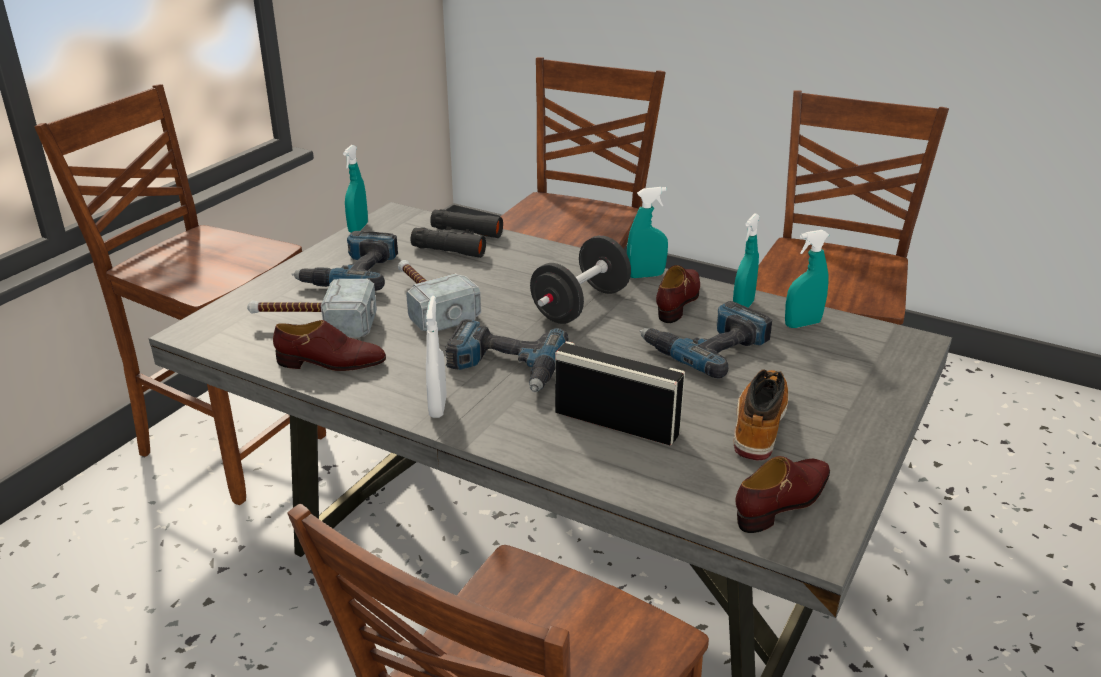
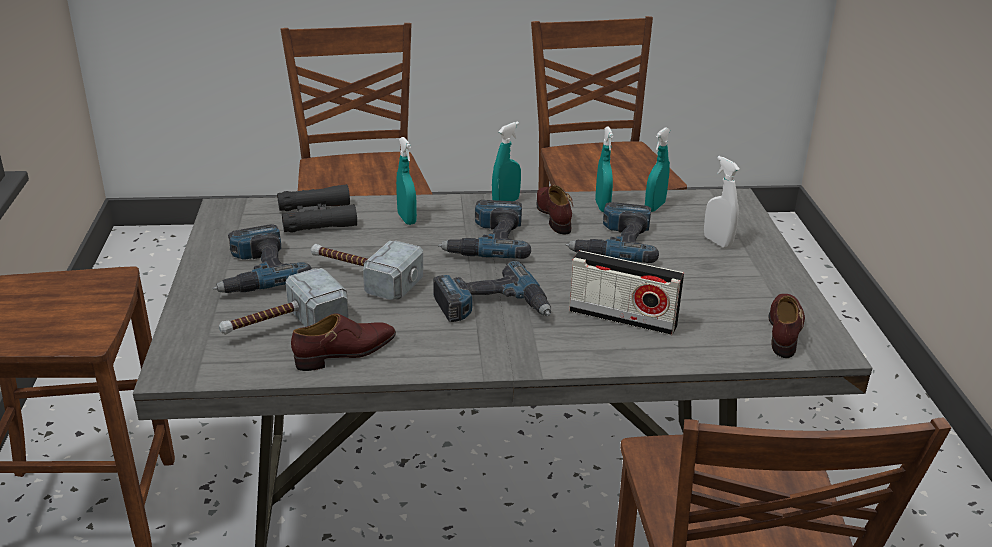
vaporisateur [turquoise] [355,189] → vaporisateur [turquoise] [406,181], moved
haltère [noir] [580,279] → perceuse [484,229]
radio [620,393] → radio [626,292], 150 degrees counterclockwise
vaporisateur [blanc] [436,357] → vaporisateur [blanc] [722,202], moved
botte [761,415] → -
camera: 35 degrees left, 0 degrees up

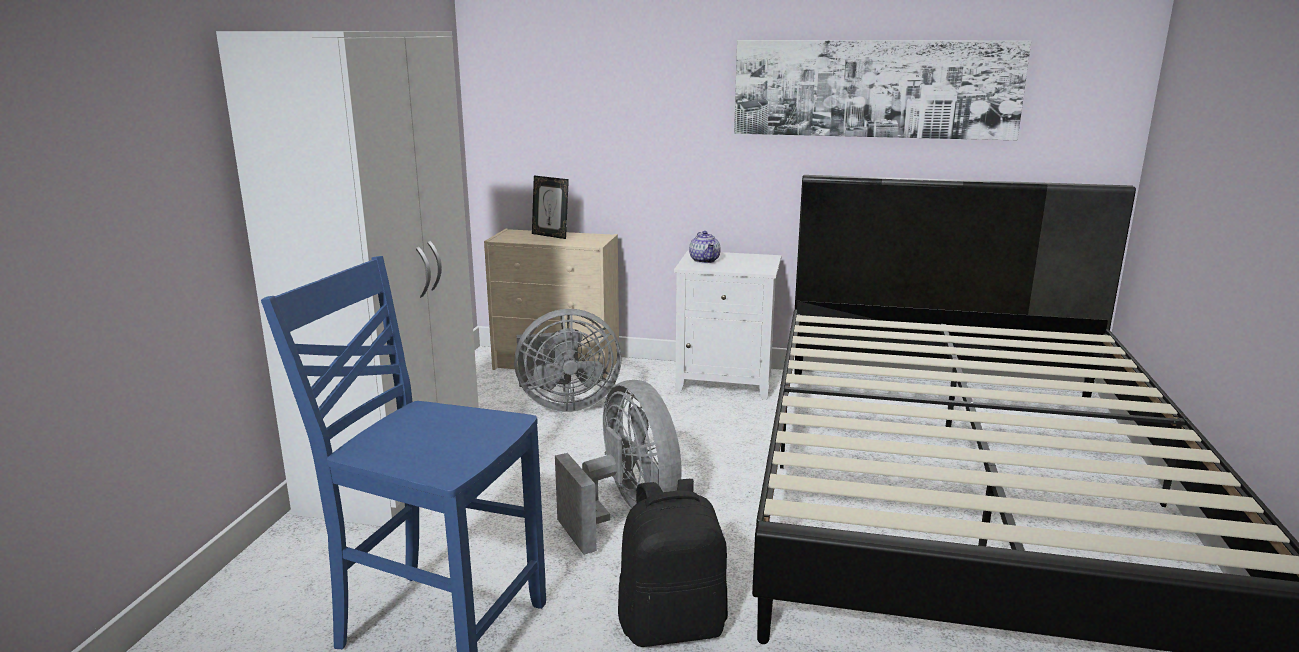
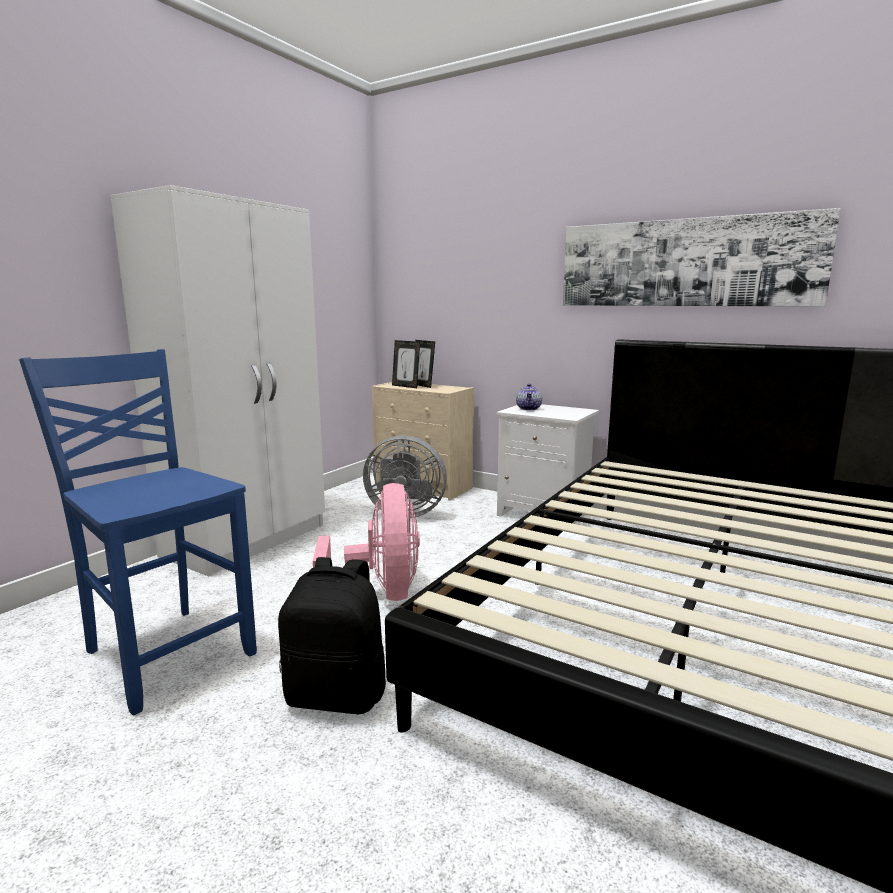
ventilateur [gris] [618,467] → ventilateur [rose] [366,542]
- → cadre photo [406,364]
camera: 20 degrees right, 5 degrees down

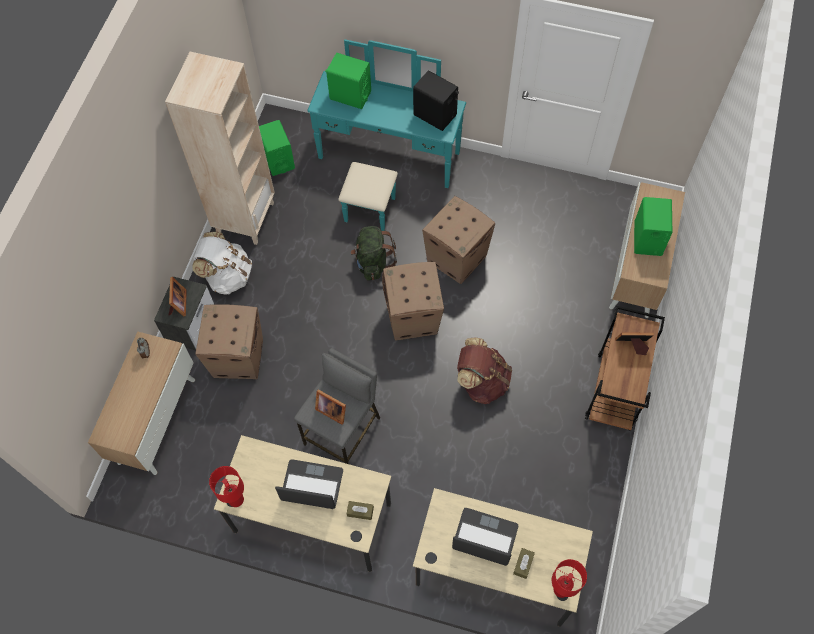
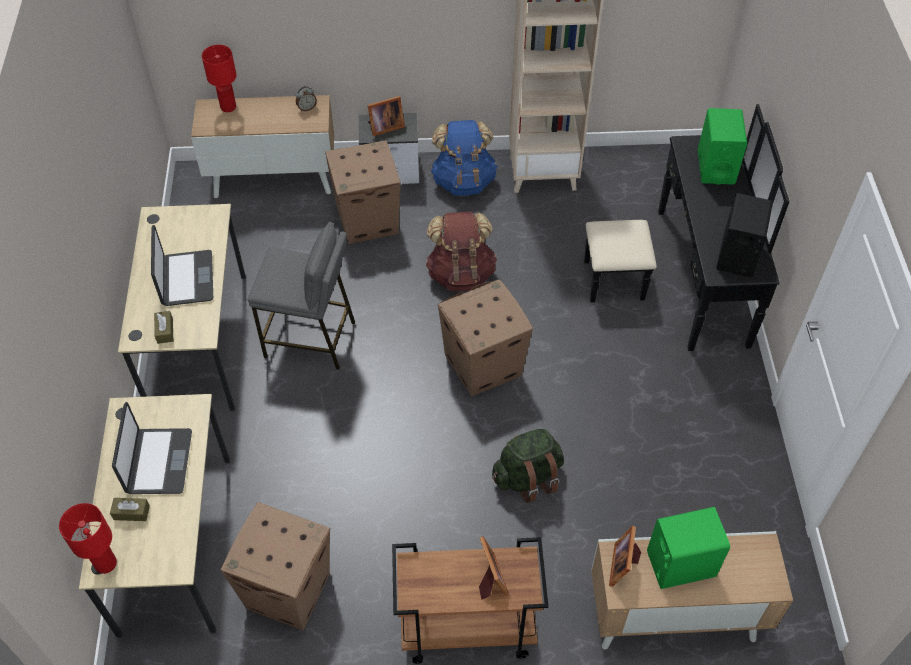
lampe de table [rouge] [226,486] → lampe de table [rouge] [219,78], moved
carton [458,240] → carton [275,566], moved
sac à dos [marron] [484,370] → sac à dos [marron] [461,251], moved
sac à dos [blanc] [222,263] → sac à dos [bleu] [464,158]
sac à dos [vert] [374,253] → sac à dos [vert] [528,466], moved
commode [turquoise] [387,135] → commode [noir] [686,227]
cadre photo [330,407] → cadre photo [625,556], moved
enceinte [vert] [277,148] → -
camera: 70 degrees right, 10 degrees down

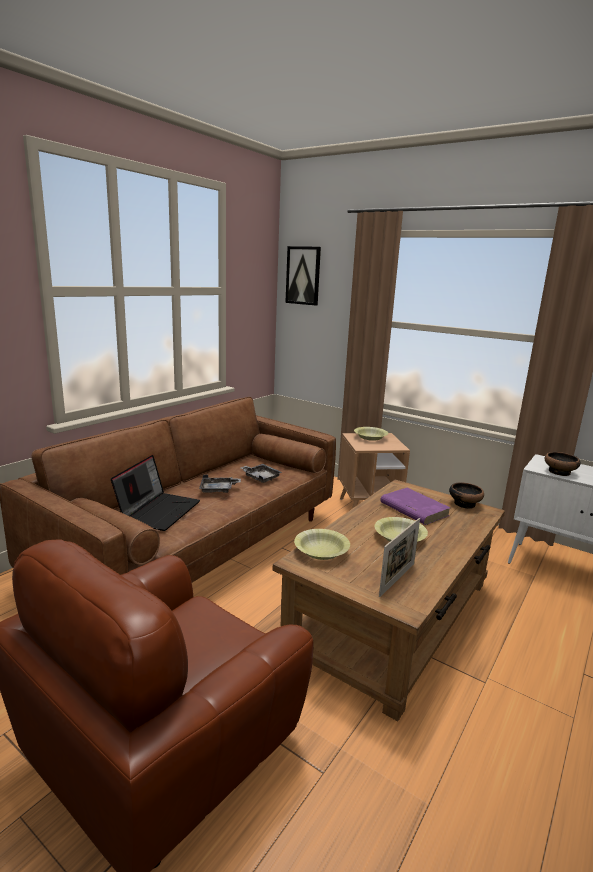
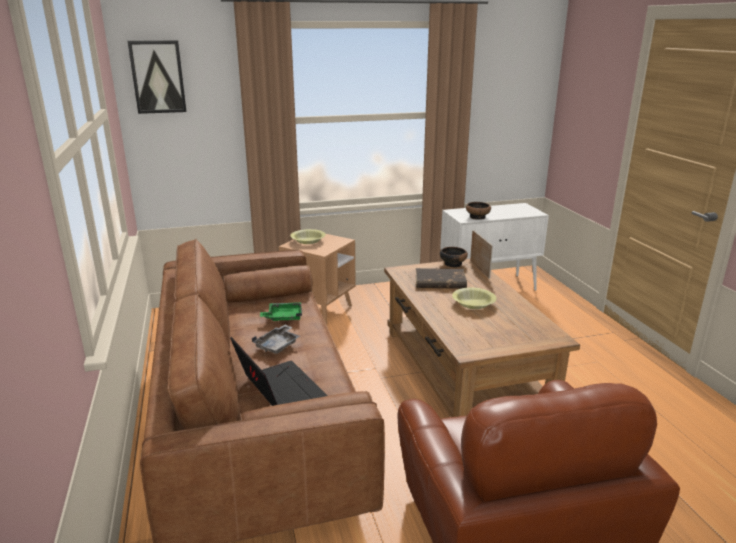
plateau [gris] [261,473] → plateau [vert] [281,311]
livre [violet] [415,506] → livre [marron] [441,278]
cadre photo [399,557] → cadre photo [481,254], moved
bol [jaune] [322,544] → -
camera: 50 degrees left, 5 degrees up

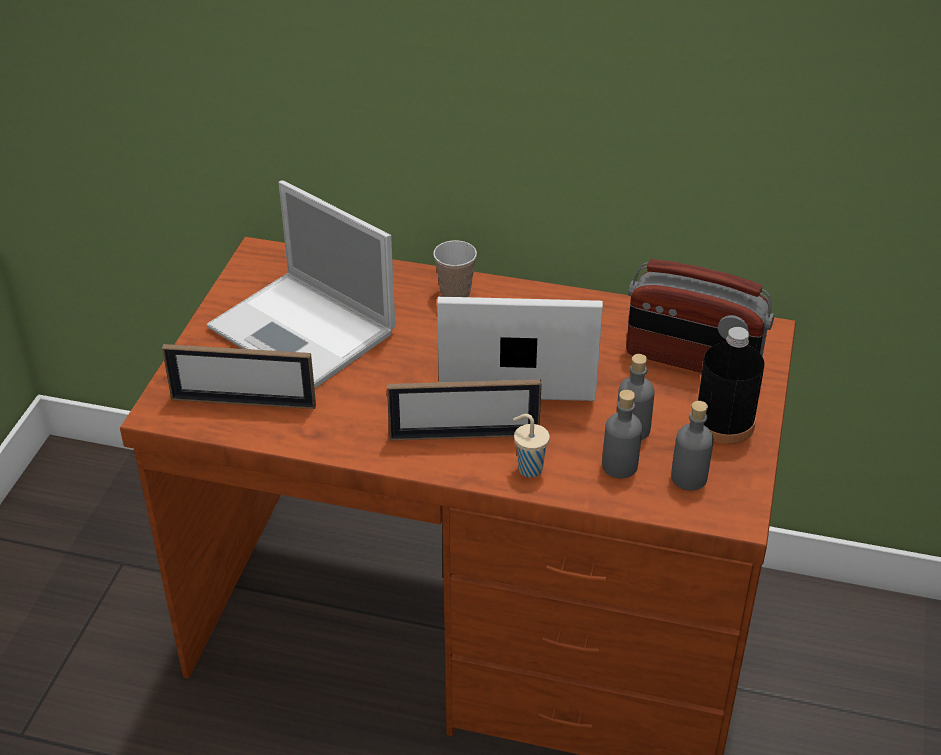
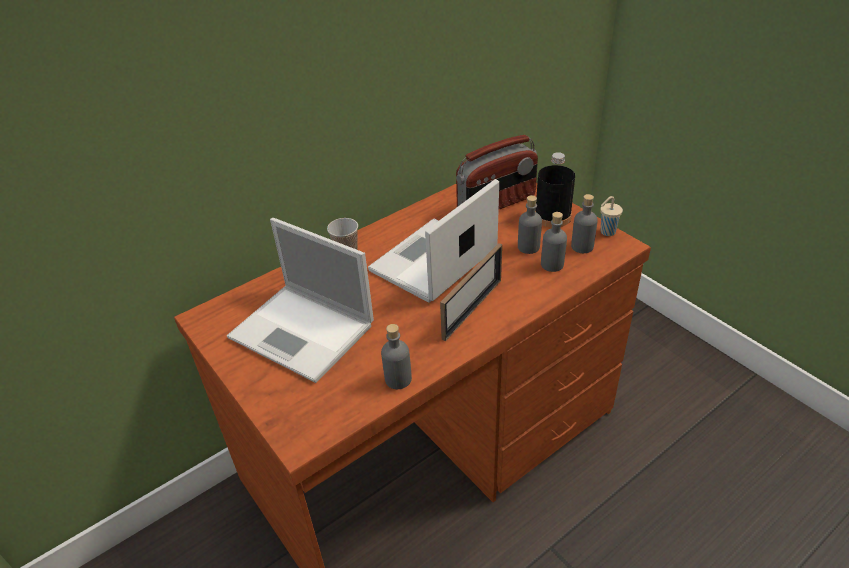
ordinateur portable [301,284] → ordinateur portable [300,300], 45 degrees clockwise
- → bouteille [gris] [396,356]
tasse [beige] [531,446] → tasse [beige] [611,216], moved
cadre photo [239,376] → -
camera: 50 degrees left, 0 degrees up

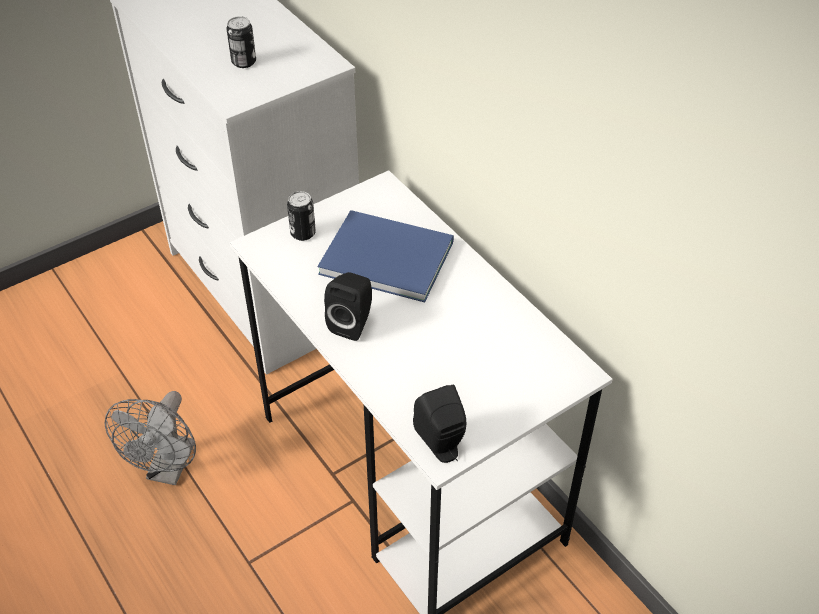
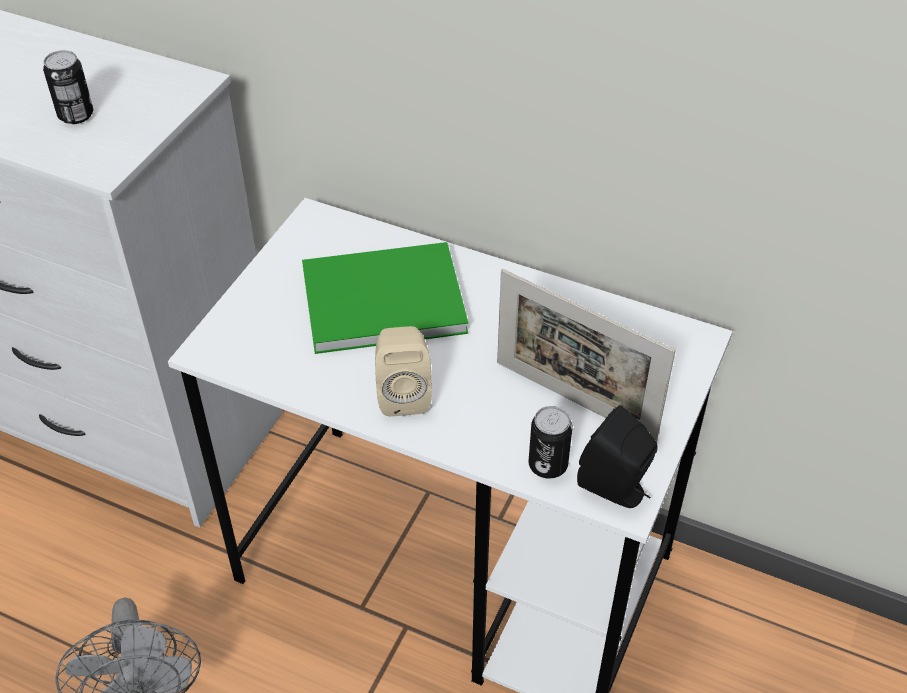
livre [bleu] [386,256] → livre [vert] [385,298]
enceinte [noir] [348,306] → enceinte [beige] [403,371]
- → cadre photo [586,355]
boîte métallique [301,216] → boîte métallique [551,442], moved
camera: 30 degrees left, 0 degrees up

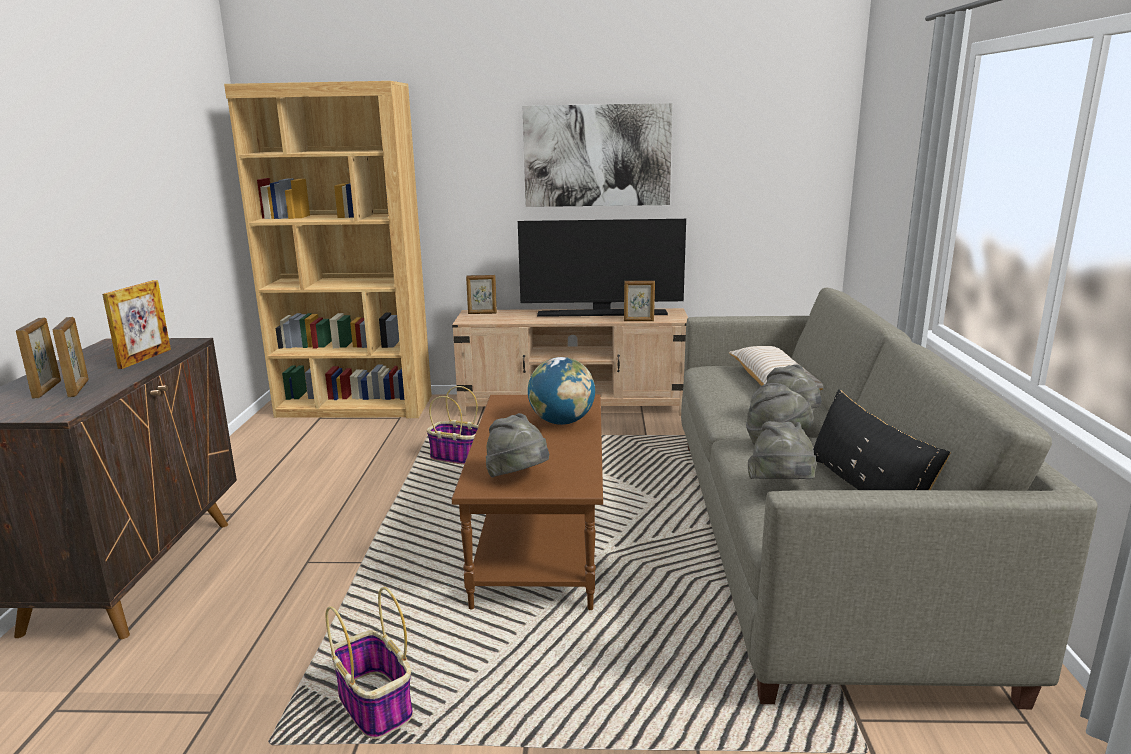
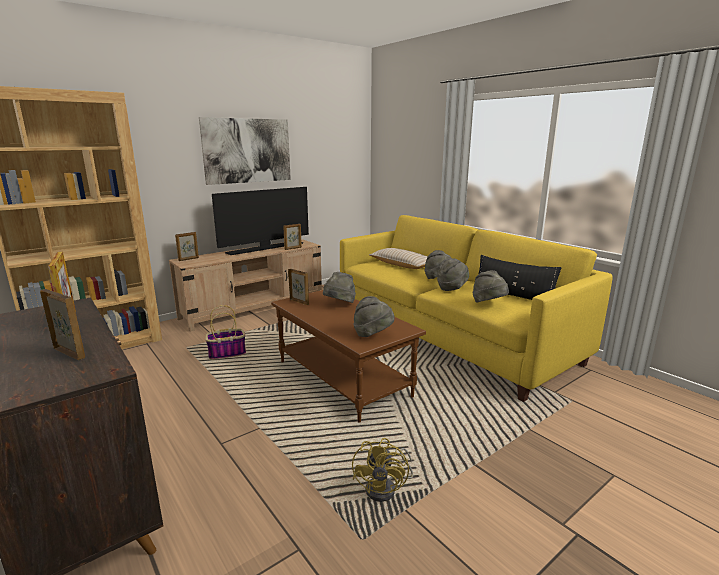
cadre photo [38,358] → cadre photo [298,287], moved
globe [561,391] → chapeau [gris] [339,287]
canapé [gris] [889,498] → canapé [jaune] [476,308]
panier [369,663] → ventilateur [jaune] [382,470]
camera: 40 degrees left, 0 degrees up

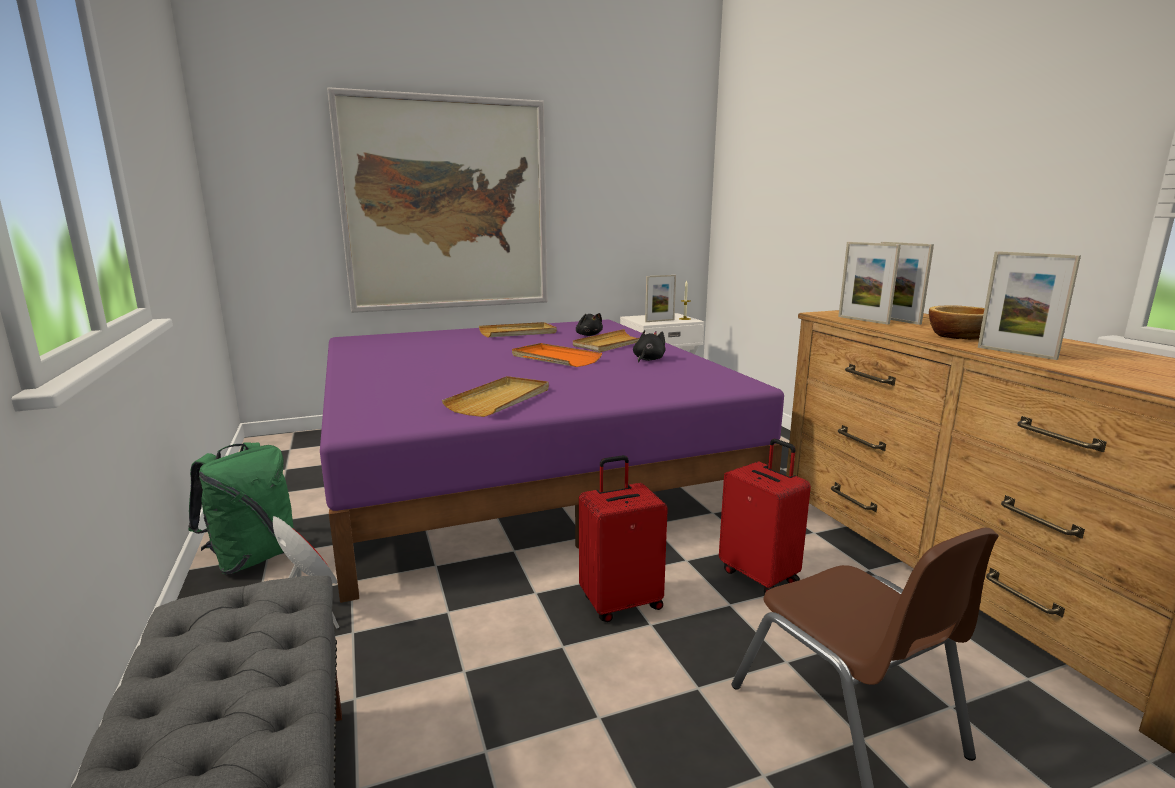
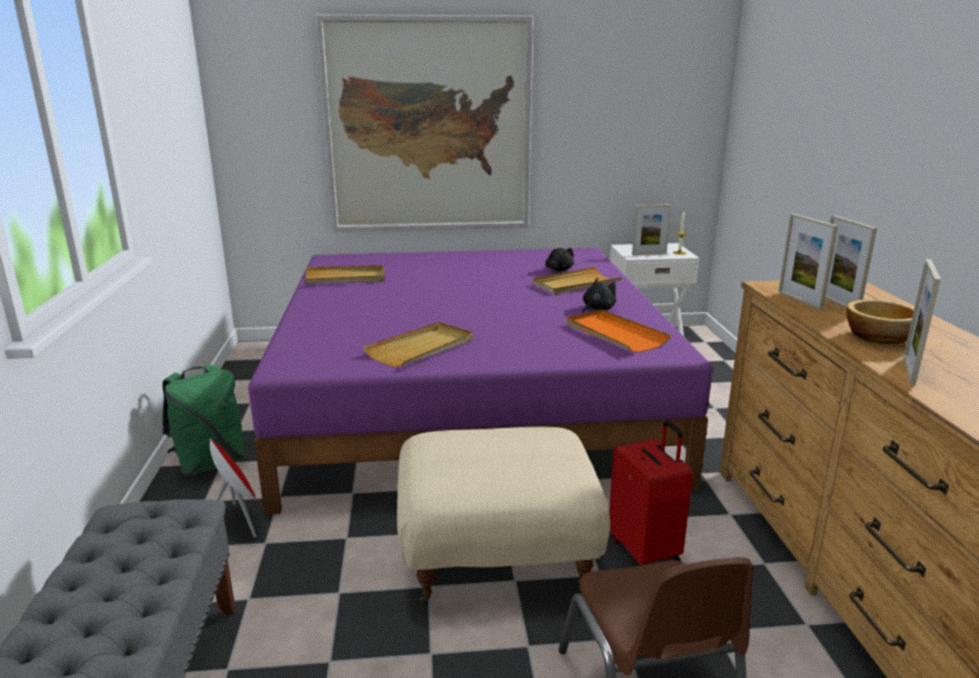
plateau [beige] [518,329] → plateau [beige] [344,274], moved
valise [rouge] [623,538] → pouf [beige] [503,515]
plateau [orange] [557,355] → plateau [orange] [619,331], moved
cadre photo [1029,305] → cadre photo [922,322], 45 degrees clockwise
camera: 15 degrees right, 5 degrees up

